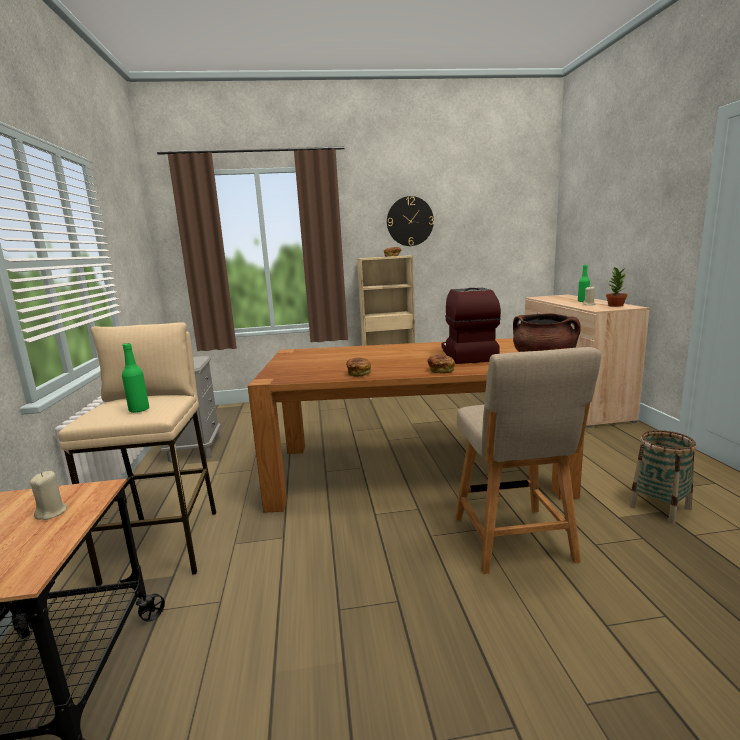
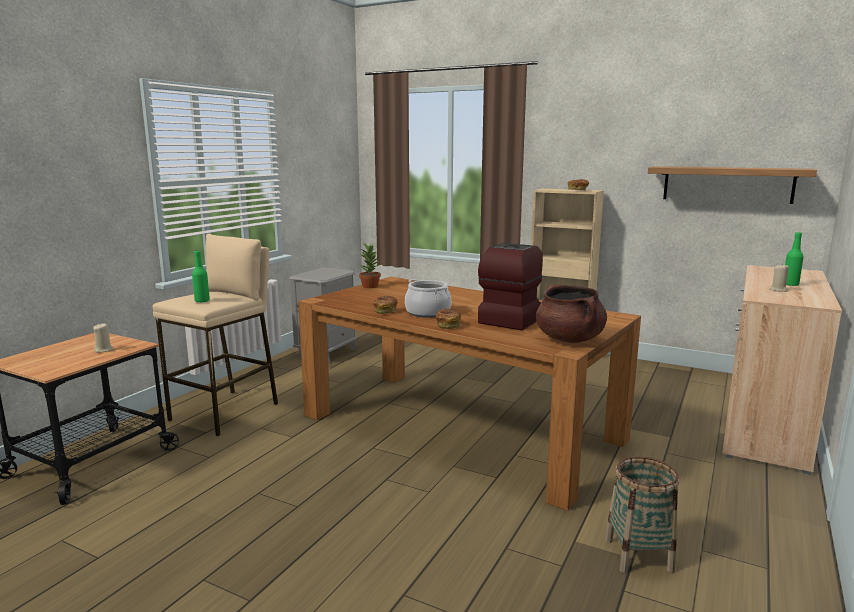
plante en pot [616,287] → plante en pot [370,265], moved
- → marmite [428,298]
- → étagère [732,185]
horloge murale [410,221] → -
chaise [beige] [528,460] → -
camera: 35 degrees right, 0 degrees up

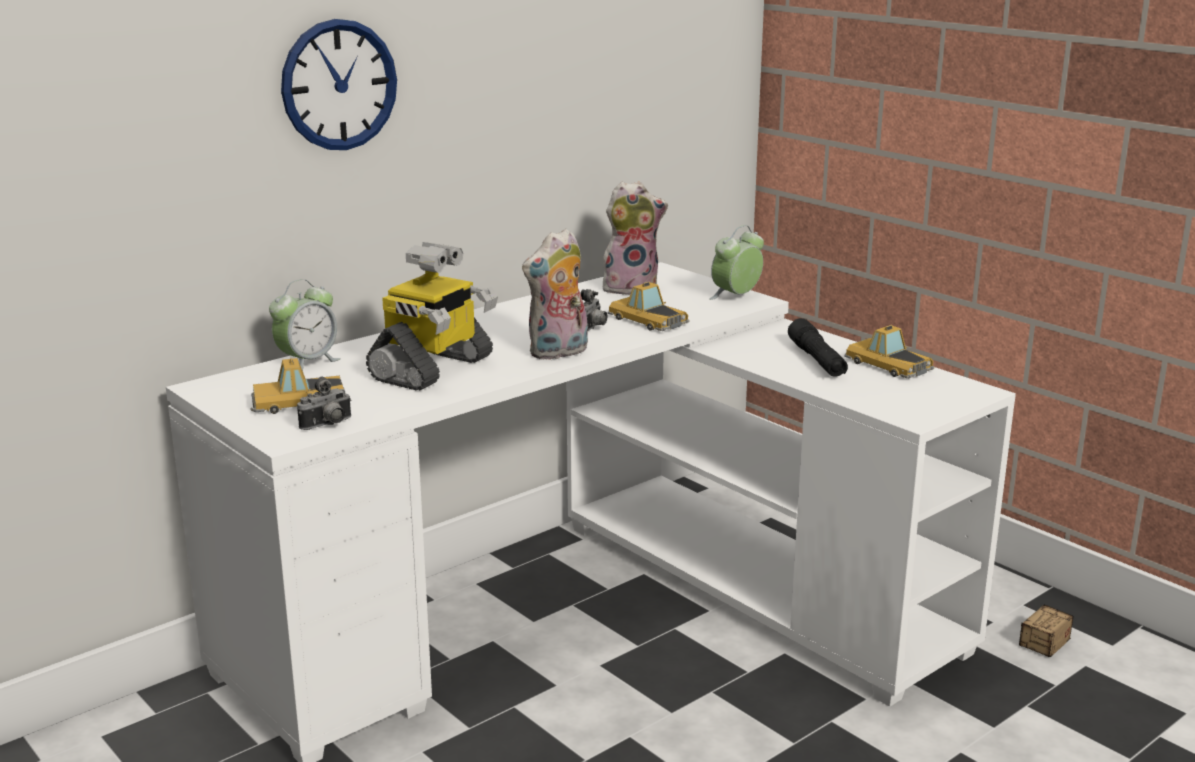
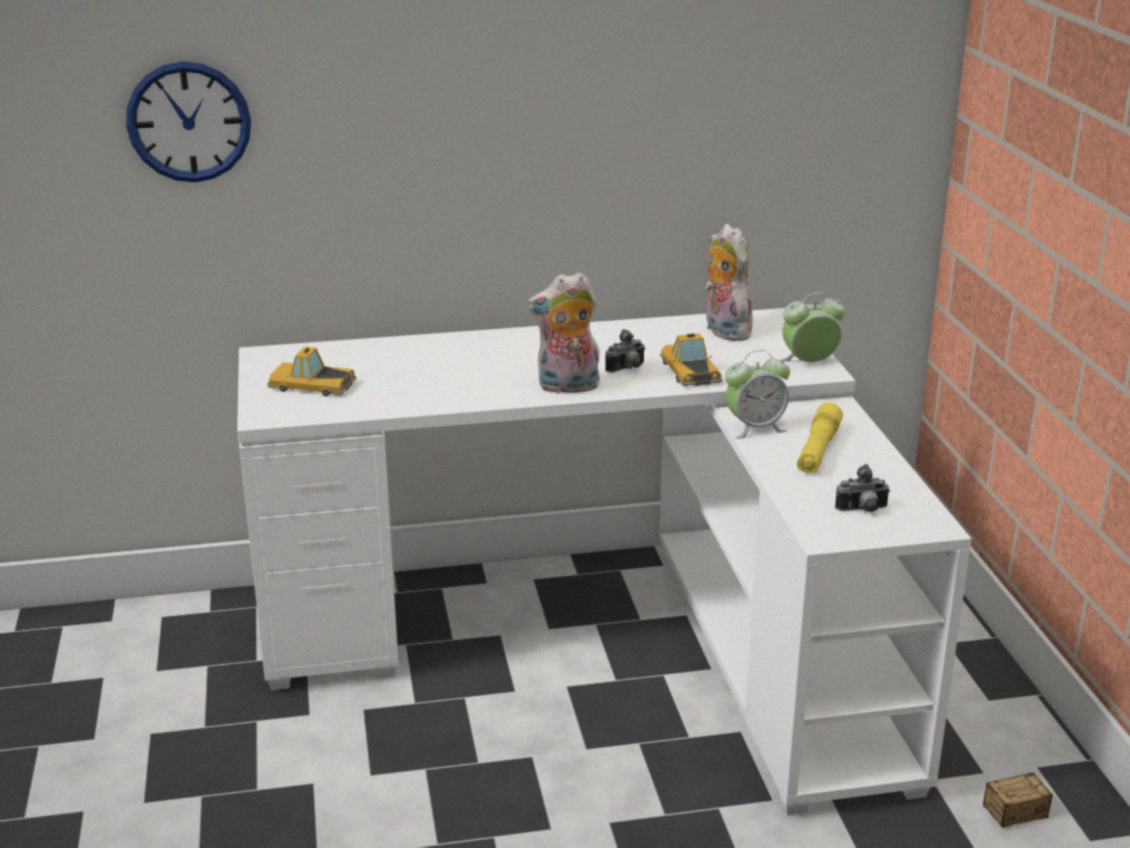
horloge murale [339,84] → horloge murale [188,121], moved
peluche [635,238] → peluche [730,282], 135 degrees counterclockwise
réveil [305,325] → réveil [757,394], moved
lampe de poche [noir] [818,347] → lampe de poche [jaune] [820,437]
appareil photo [324,403] → appareil photo [862,488], moved
robot jouet [432,316] → -
petite voiture [889,351] → -
camera: 30 degrees right, 5 degrees up

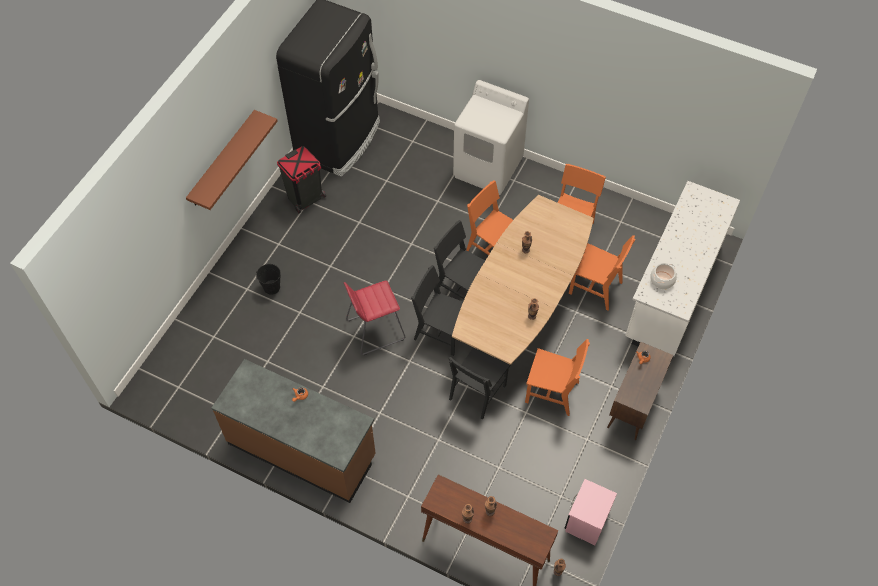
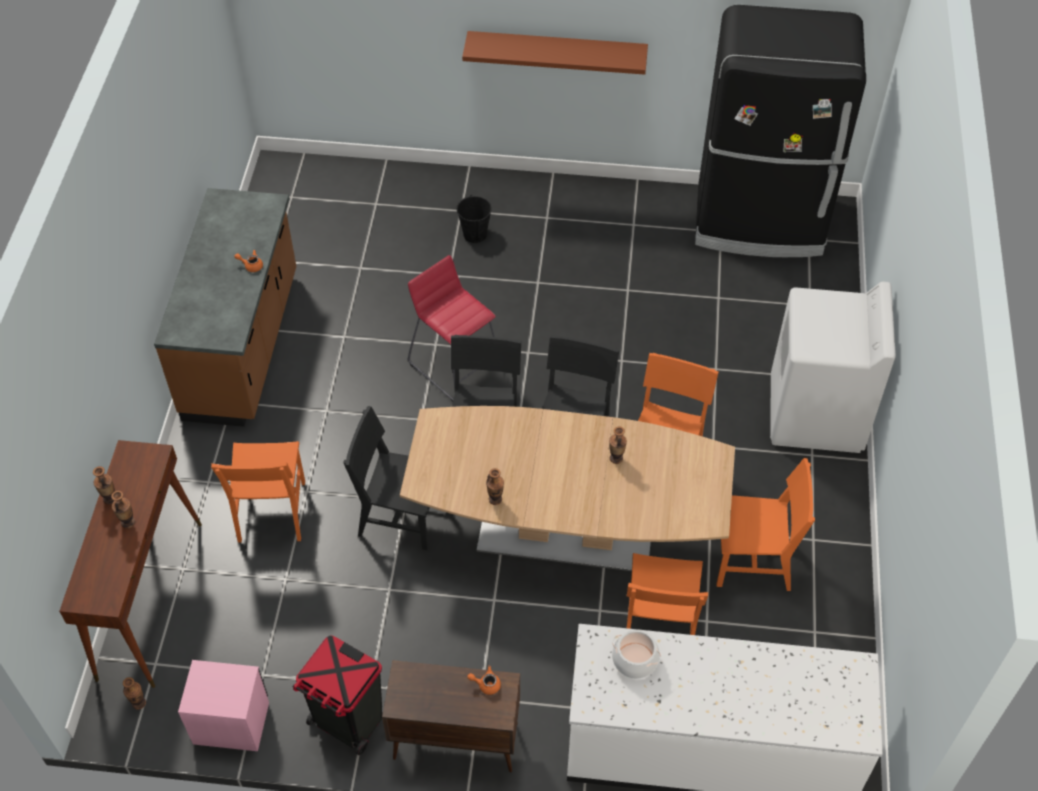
chaise [orange] [557,377] → chaise [orange] [258,492], moved
poubelle [noir] [301,179] → poubelle [noir] [337,695], moved
camera: 70 degrees right, 5 degrees down

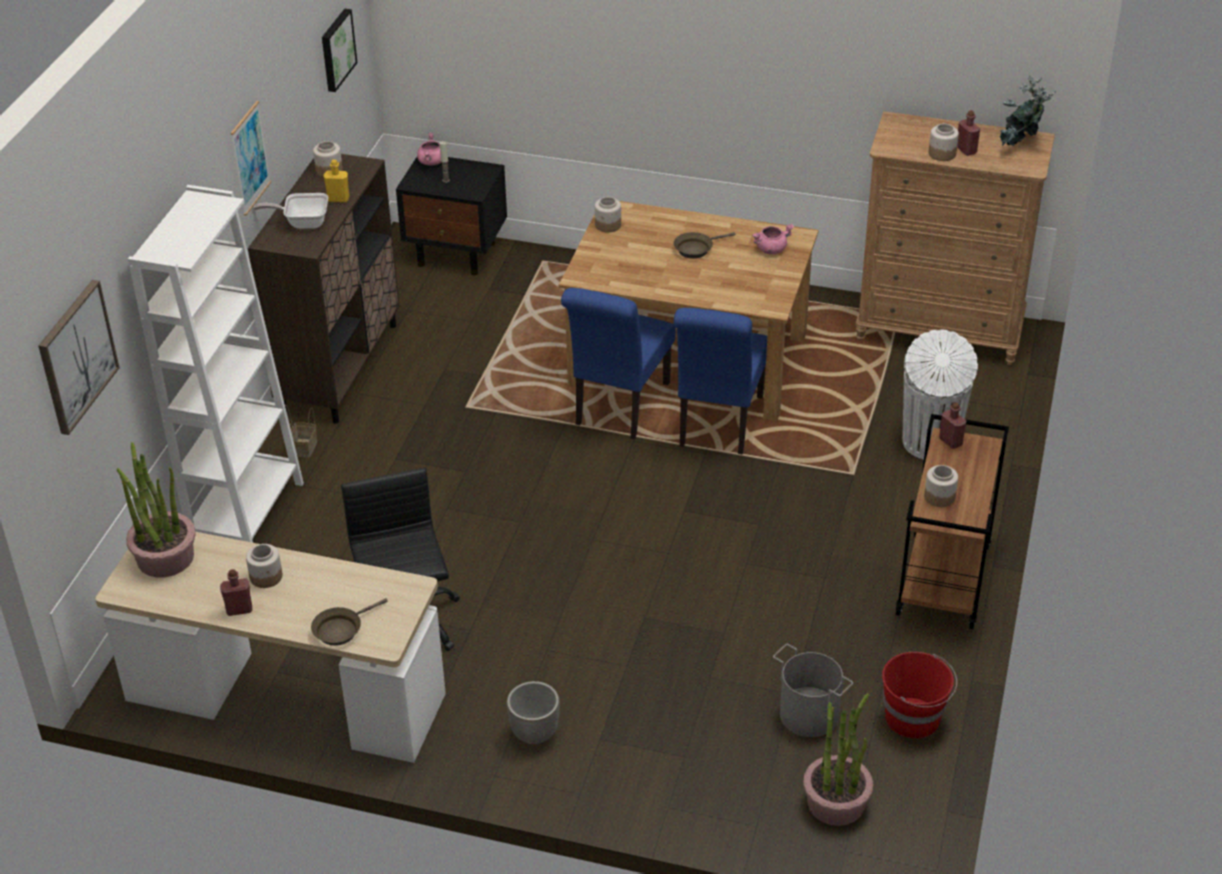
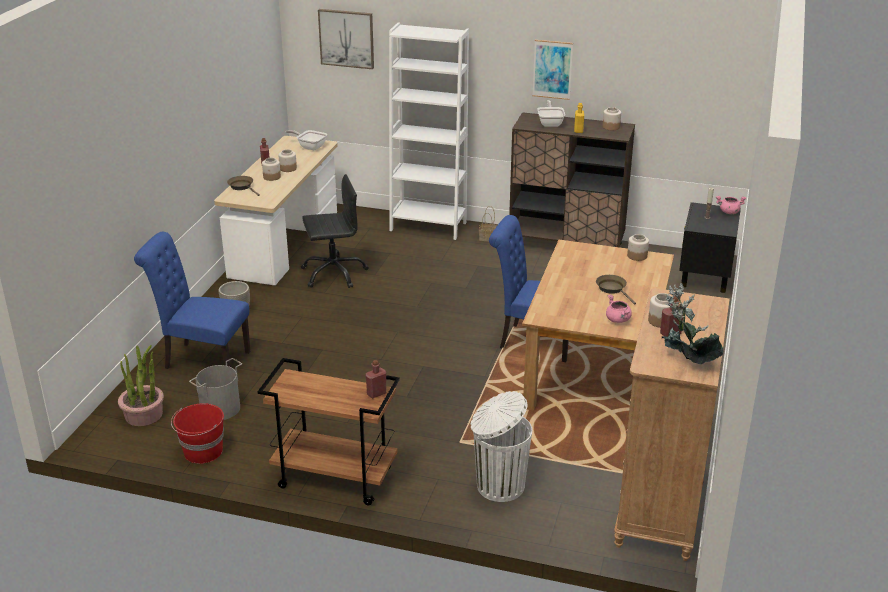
chaise [bleu] [720,381] → chaise [bleu] [192,300], moved
bocal [941,486] → bocal [271,169], moved
plante en pot [156,509] → poêle [306,140]
tableau [340,50] → -
camera: 90 degrees right, 10 degrees down

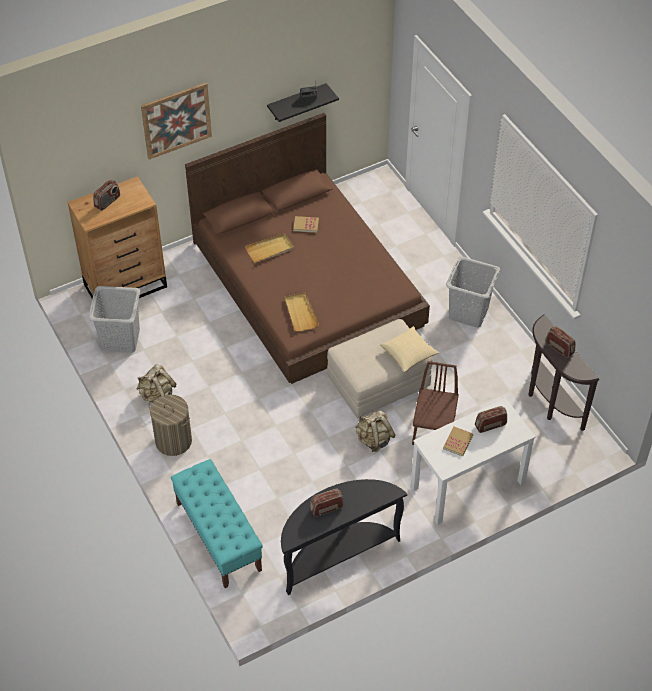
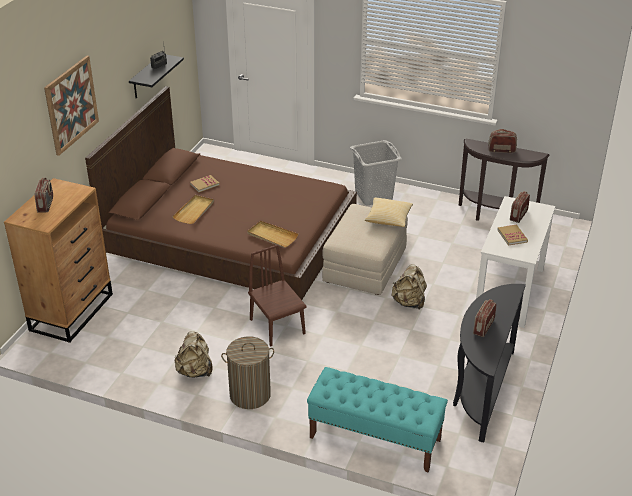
chaise [marron] [435,403] → chaise [marron] [277,295], moved
panier à linge [gris] [114,319] → -
camera: 40 degrees left, 15 degrees down

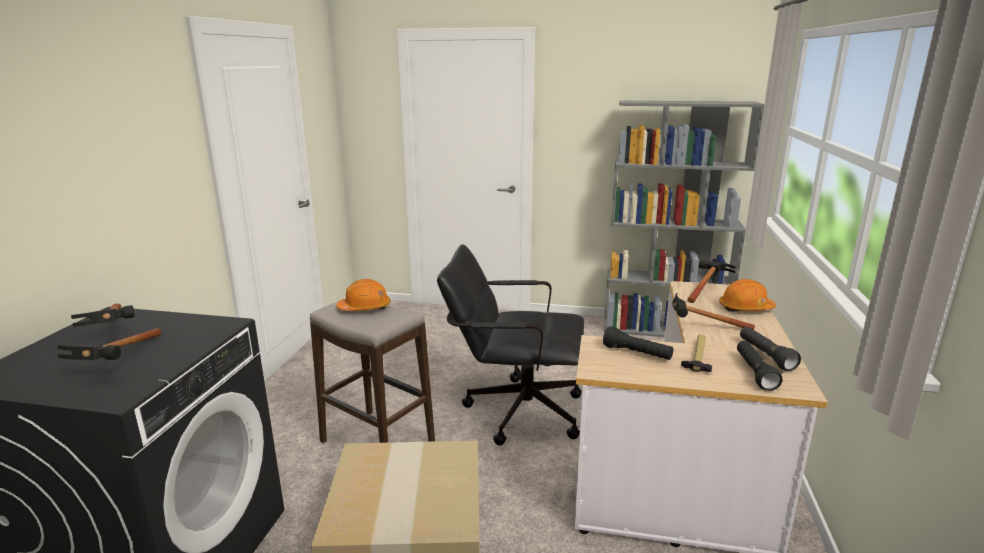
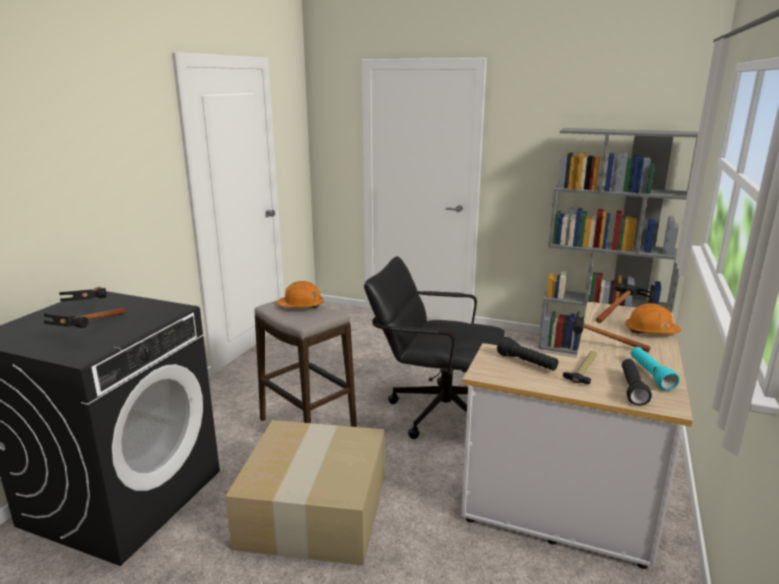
lampe de poche [noir] [770,349] → lampe de poche [turquoise] [655,368]
camera: 10 degrees right, 0 degrees up

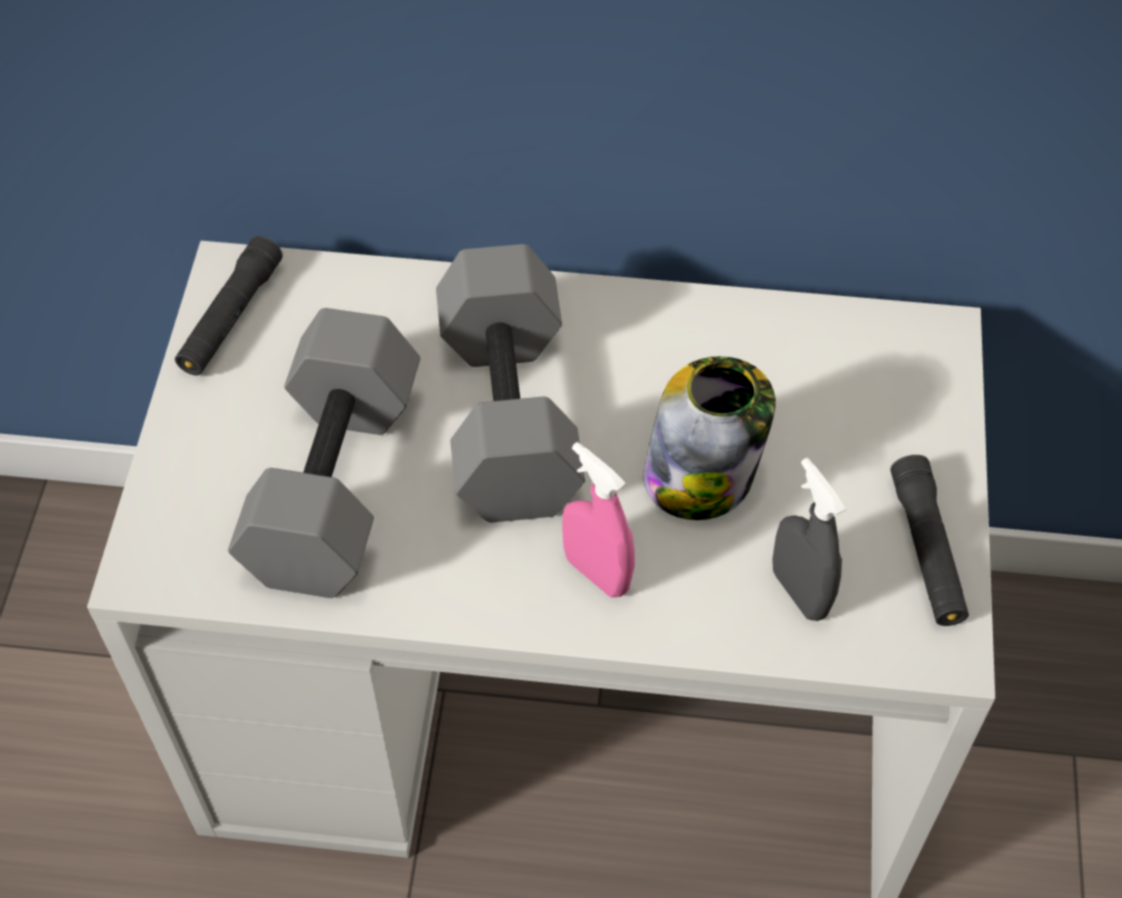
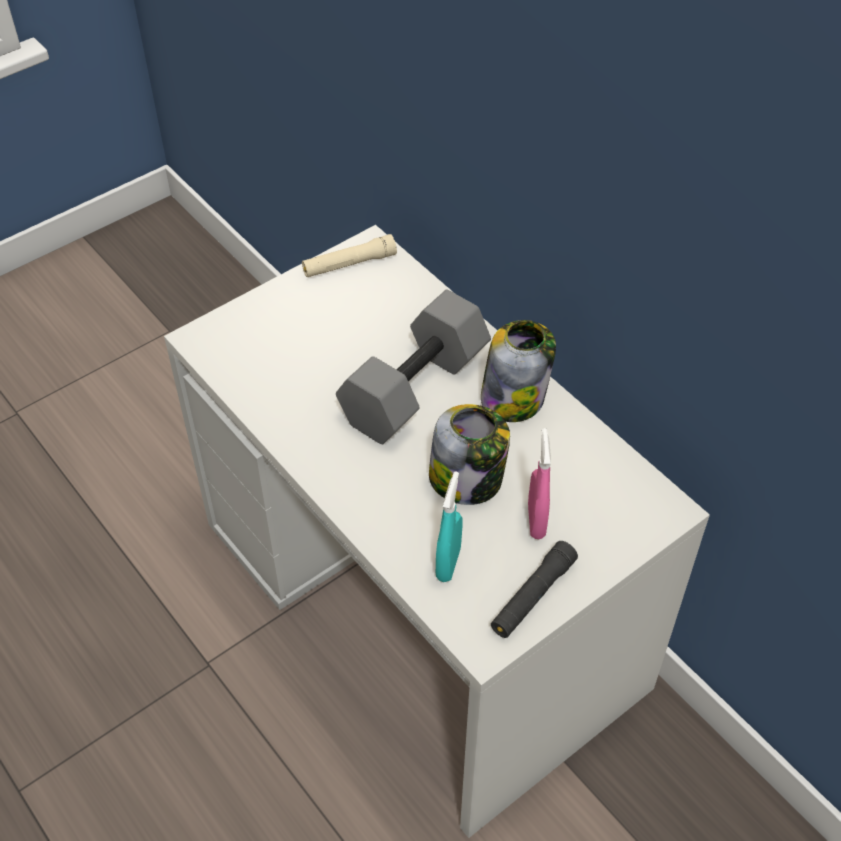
lampe de poche [noir] [229,305] → lampe de poche [beige] [349,255]
vaporisateur [gris] [809,539] → vaporisateur [turquoise] [449,526]
- → bocal [518,371]
vaporisateur [rose] [598,519] → vaporisateur [rose] [539,483], moved
haltère [gris] [324,453] → -
camera: 45 degrees right, 5 degrees down

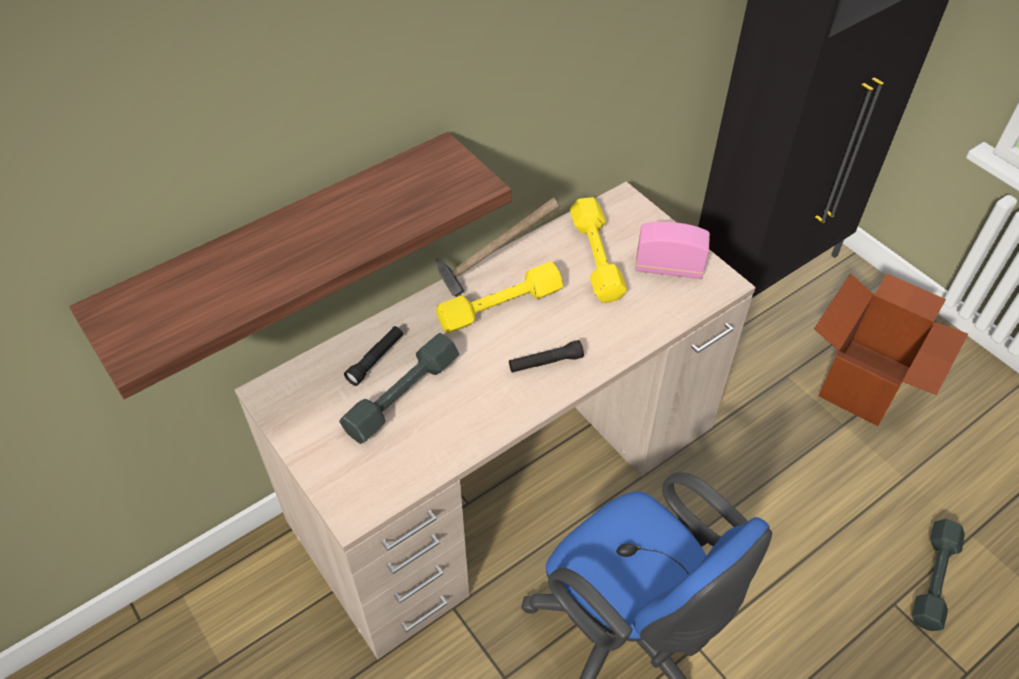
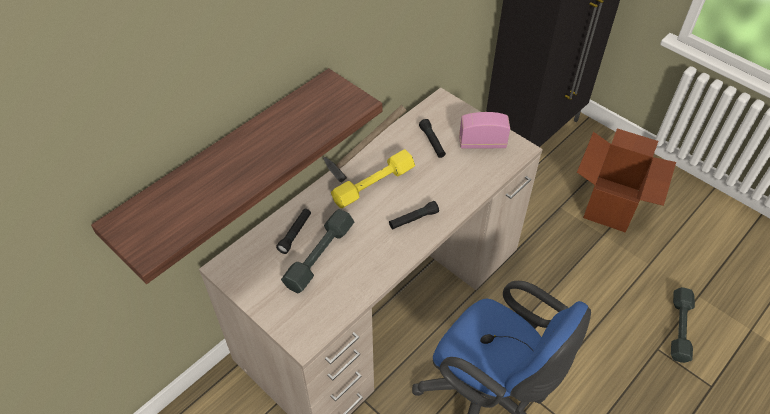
haltère [jaune] [598,249] → lampe de poche [noir] [432,138]
camera: 10 degrees left, 0 degrees up

